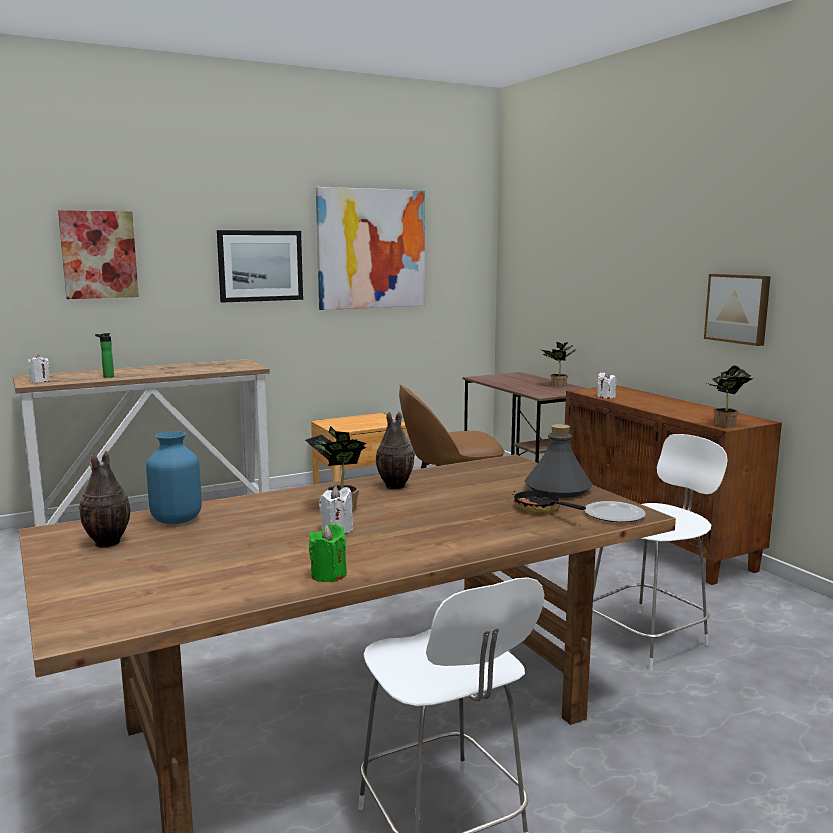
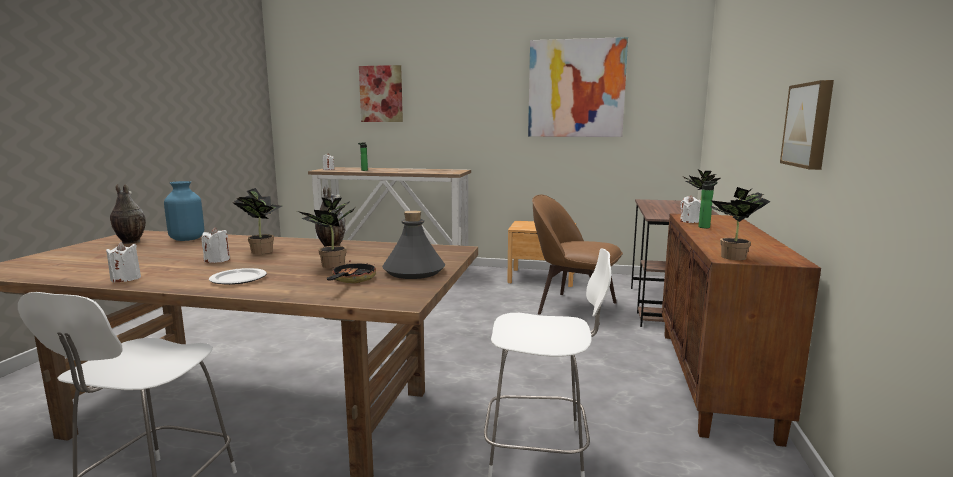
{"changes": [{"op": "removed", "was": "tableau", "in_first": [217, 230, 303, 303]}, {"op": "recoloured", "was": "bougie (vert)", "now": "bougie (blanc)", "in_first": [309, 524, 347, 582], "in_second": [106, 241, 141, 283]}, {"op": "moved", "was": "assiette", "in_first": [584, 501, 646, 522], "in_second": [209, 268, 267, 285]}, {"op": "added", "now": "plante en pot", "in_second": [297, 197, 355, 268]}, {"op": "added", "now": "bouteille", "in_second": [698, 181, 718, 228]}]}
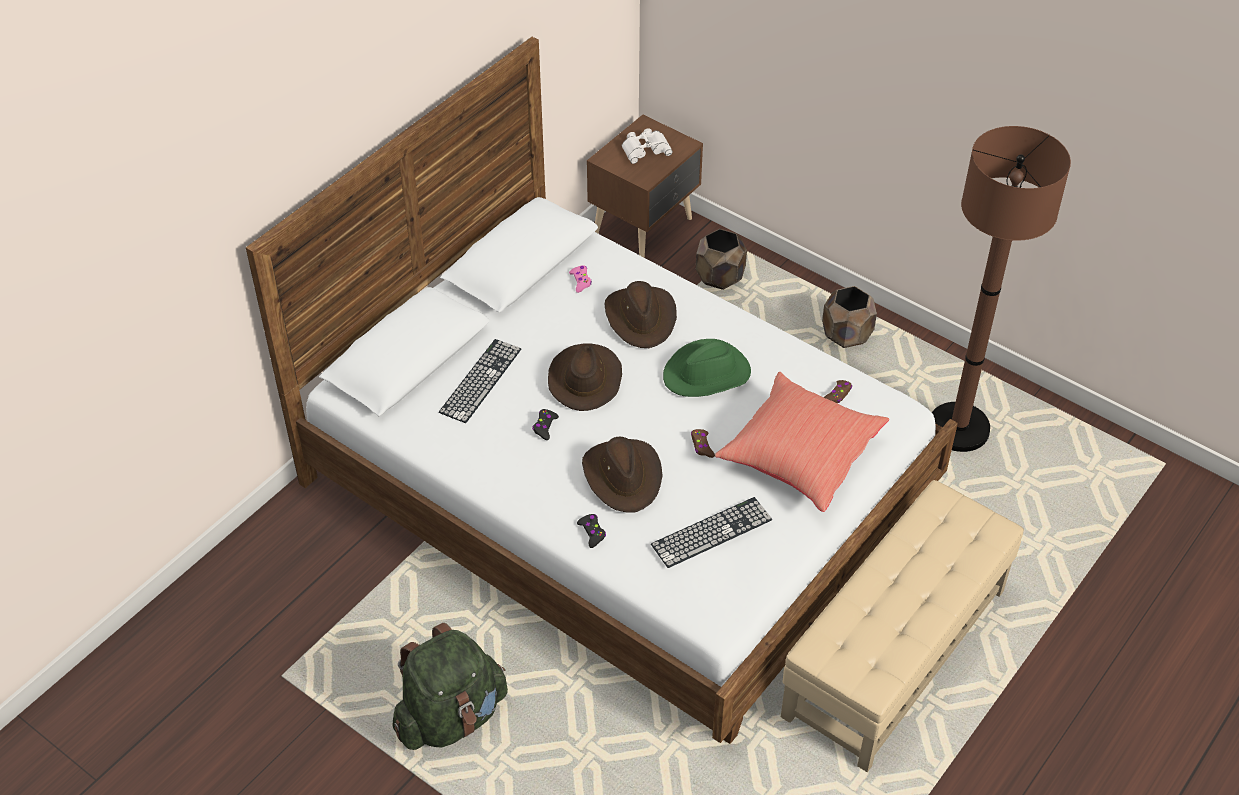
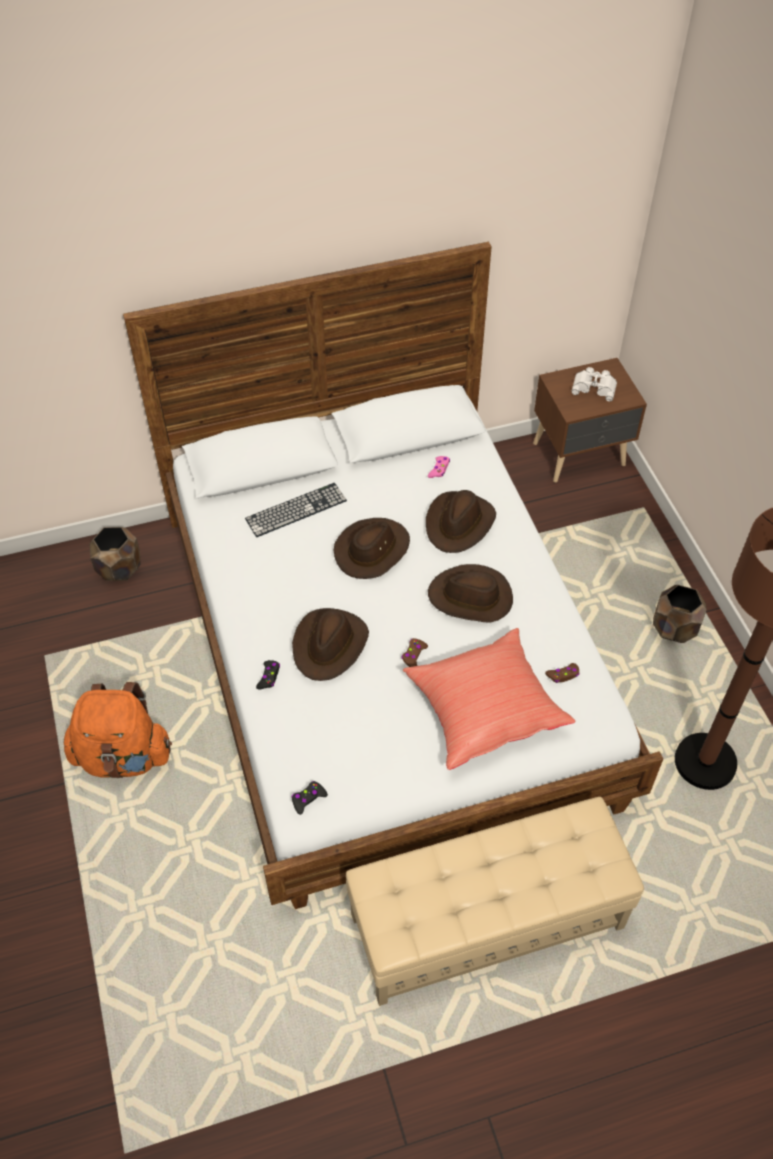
{"changes": [{"op": "recoloured", "was": "sac à dos (vert)", "now": "sac à dos (orange)", "in_first": [392, 623, 508, 750], "in_second": [64, 682, 172, 778]}, {"op": "moved", "was": "manette (noir)", "in_first": [532, 409, 559, 440], "in_second": [291, 781, 328, 815]}, {"op": "removed", "was": "clavier", "in_first": [651, 497, 772, 568]}, {"op": "recoloured", "was": "chapeau (vert)", "now": "chapeau (marron)", "in_first": [663, 339, 751, 397], "in_second": [428, 564, 513, 623]}, {"op": "moved", "was": "cache-pot (marron)", "in_first": [696, 229, 747, 290], "in_second": [89, 527, 141, 581]}]}
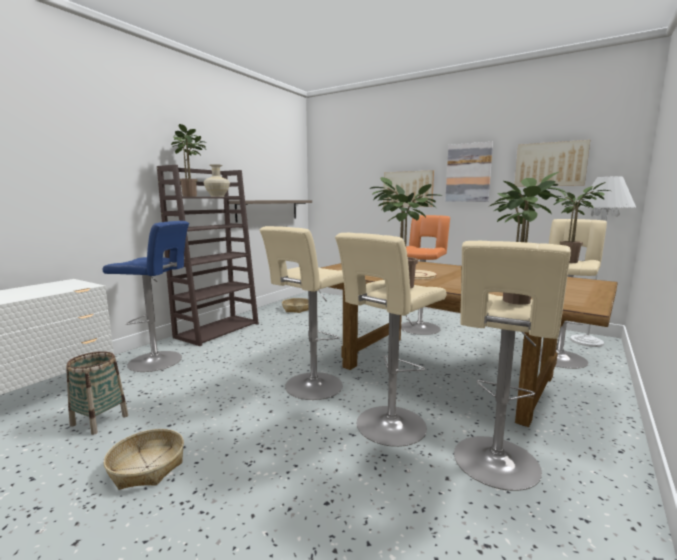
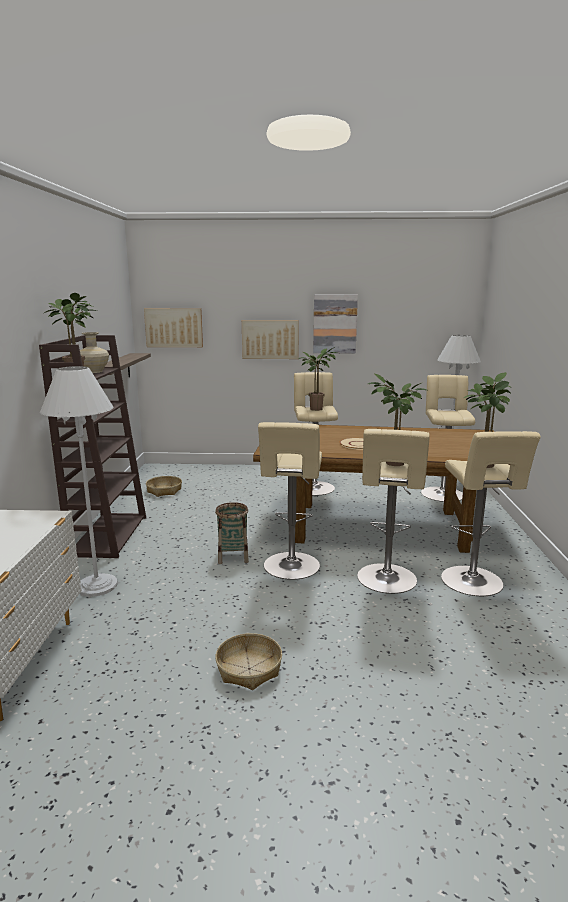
{"changes": [{"op": "moved", "was": "panier", "in_first": [66, 351, 128, 435], "in_second": [215, 502, 249, 564]}, {"op": "replaced", "was": "tabouret (bleu)", "now": "lampadaire (blanc)", "in_first": [102, 221, 189, 372], "in_second": [40, 366, 118, 597]}, {"op": "recoloured", "was": "tabouret (orange)", "now": "tabouret (beige)", "in_first": [401, 215, 450, 335], "in_second": [294, 372, 338, 496]}, {"op": "moved", "was": "tableau", "in_first": [515, 140, 590, 186], "in_second": [144, 308, 203, 347]}, {"op": "moved", "was": "plante en pot", "in_first": [550, 182, 610, 263], "in_second": [298, 347, 338, 411]}]}
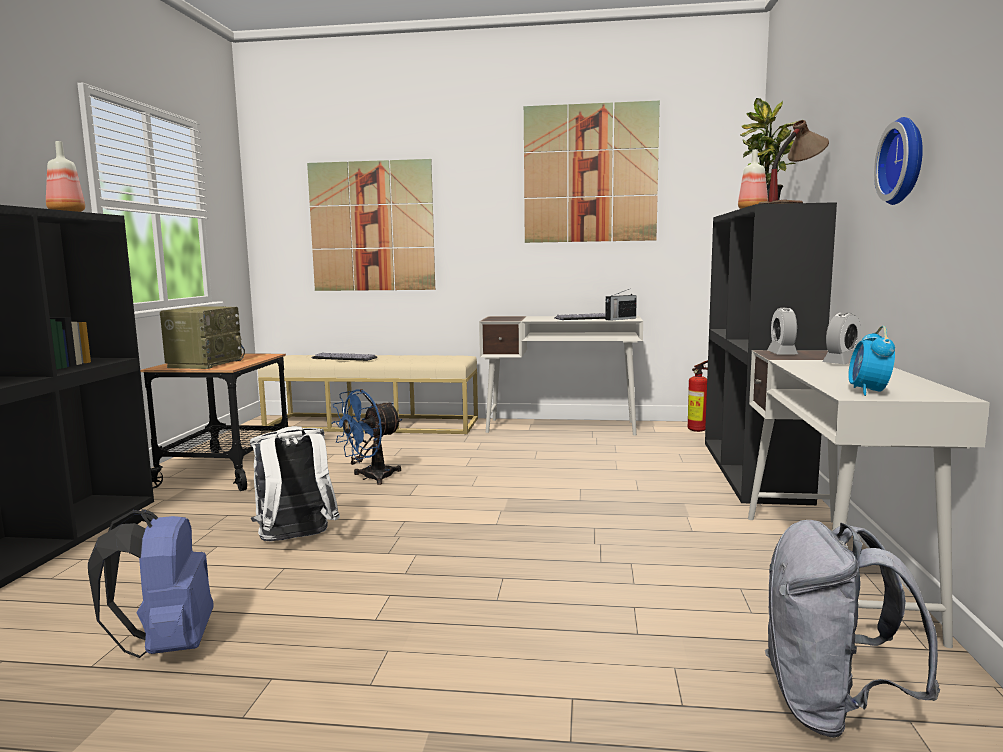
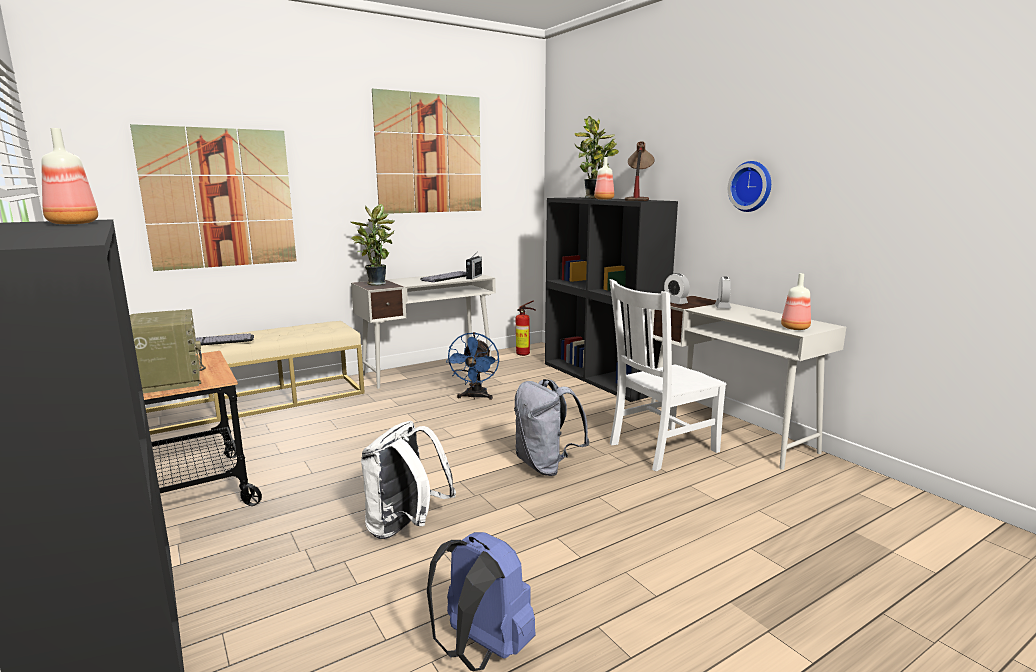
{"changes": [{"op": "moved", "was": "ventilateur (bleu)", "in_first": [331, 389, 402, 485], "in_second": [446, 332, 499, 400]}, {"op": "moved", "was": "sac à dos (gris)", "in_first": [765, 520, 940, 738], "in_second": [514, 379, 590, 476]}, {"op": "replaced", "was": "réveil", "now": "bouteille", "in_first": [848, 326, 895, 396], "in_second": [781, 273, 811, 330]}, {"op": "added", "now": "plante en pot", "in_second": [351, 204, 395, 285]}, {"op": "added", "now": "chaise (blanc)", "in_second": [610, 279, 726, 472]}]}
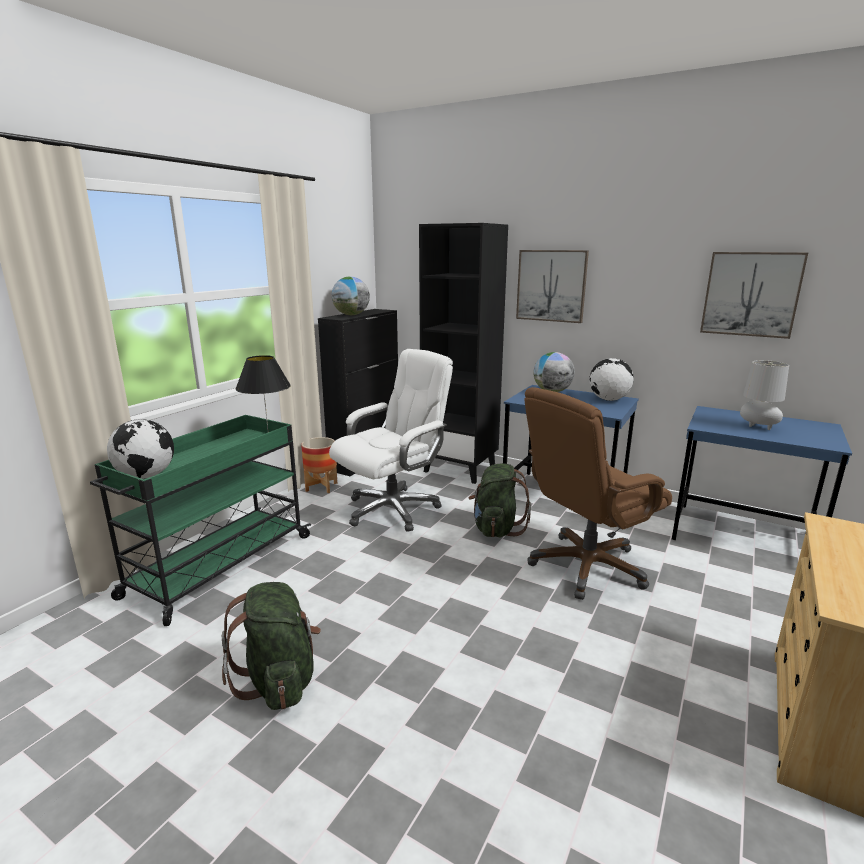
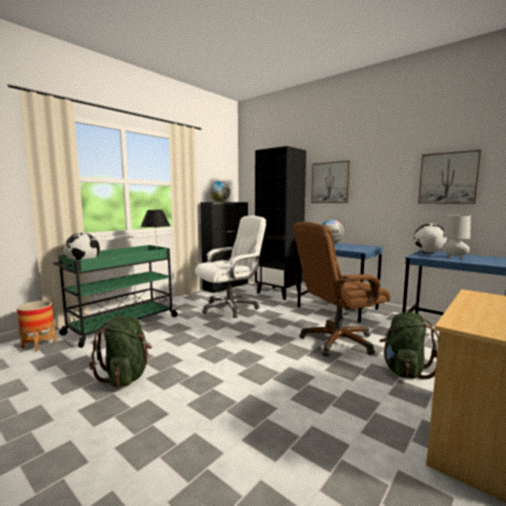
{"changes": [{"op": "moved", "was": "cache-pot", "in_first": [301, 437, 337, 493], "in_second": [17, 301, 57, 351]}, {"op": "moved", "was": "sac à dos (vert)", "in_first": [469, 463, 531, 537], "in_second": [379, 312, 439, 379]}, {"op": "moved", "was": "globe", "in_first": [589, 358, 634, 401], "in_second": [414, 223, 447, 253]}]}
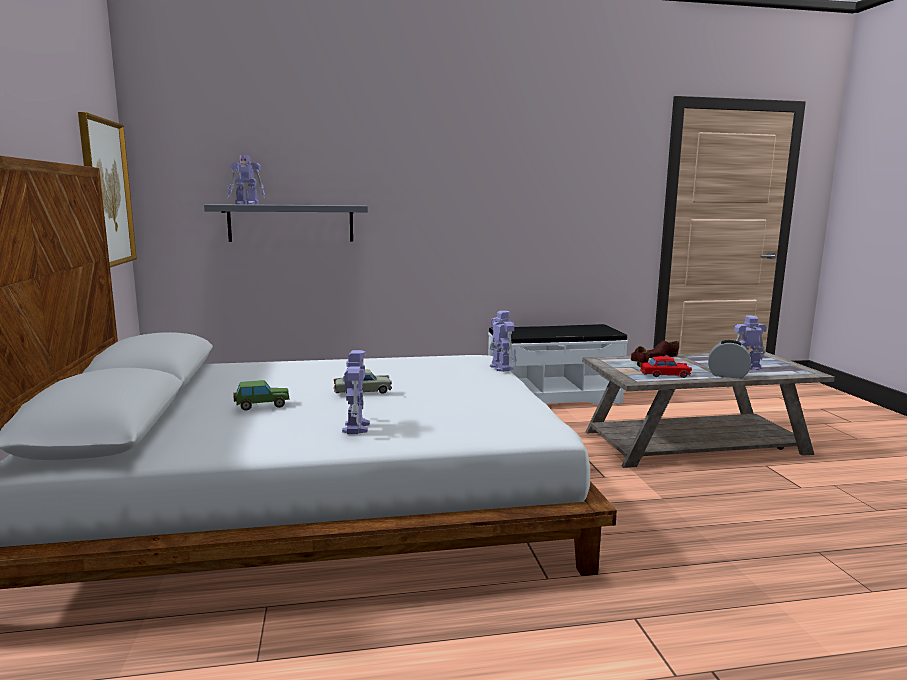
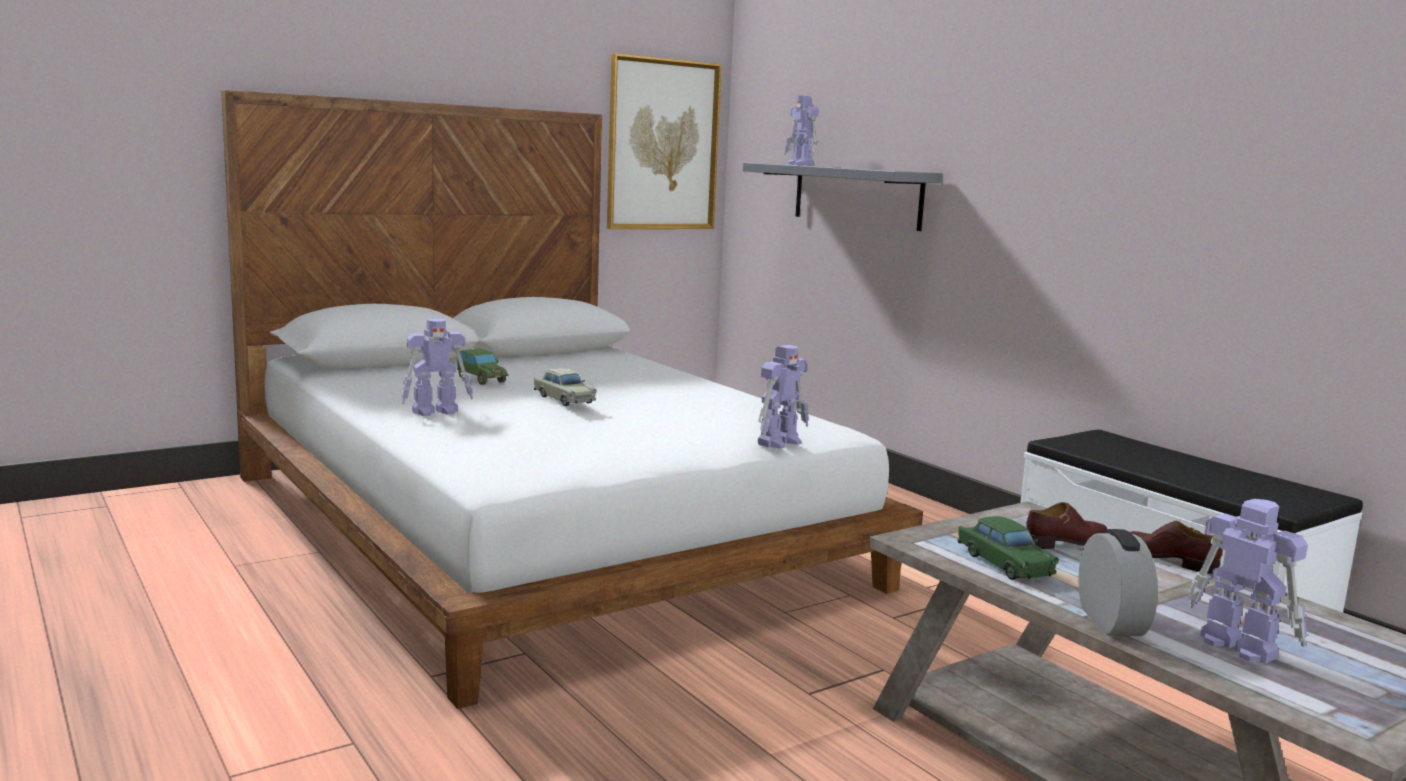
{"changes": [{"op": "recoloured", "was": "petite voiture (rouge)", "now": "petite voiture (vert)", "in_first": [640, 356, 692, 378], "in_second": [957, 516, 1059, 580]}]}
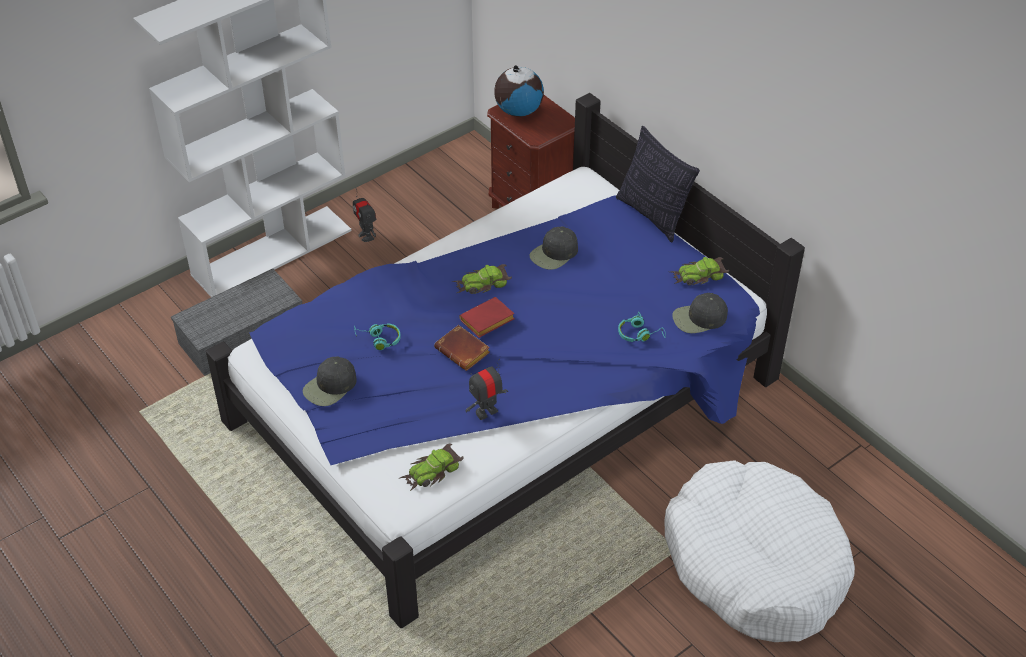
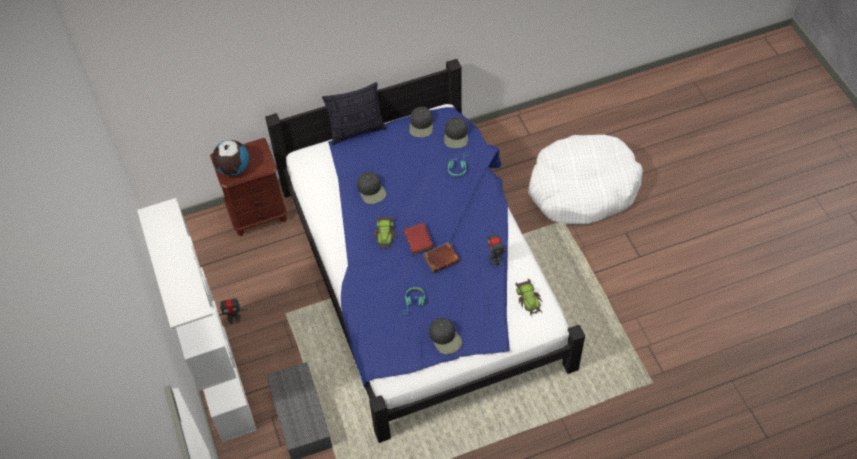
{"changes": [{"op": "replaced", "was": "petite voiture", "now": "casquette (noir)", "in_first": [671, 257, 729, 285], "in_second": [409, 107, 433, 137]}]}
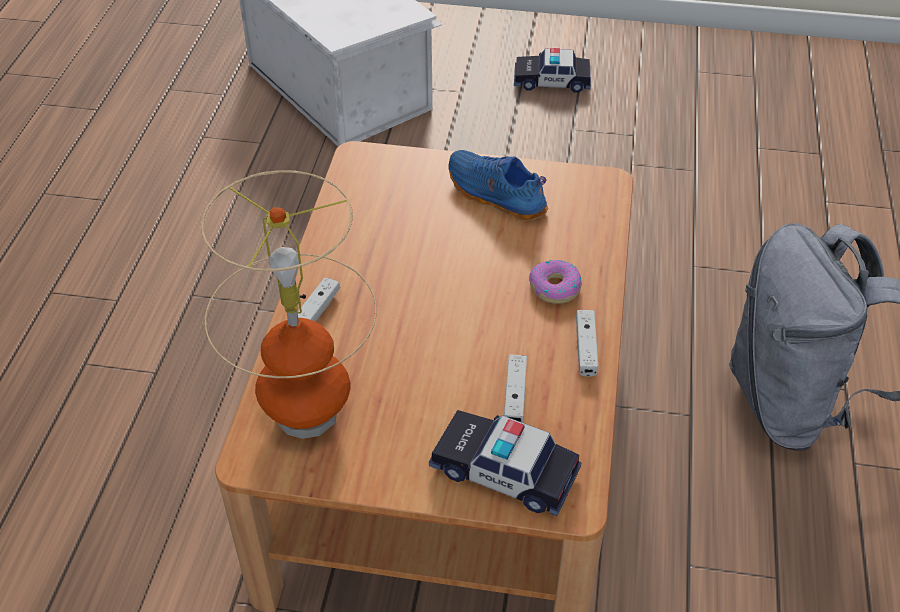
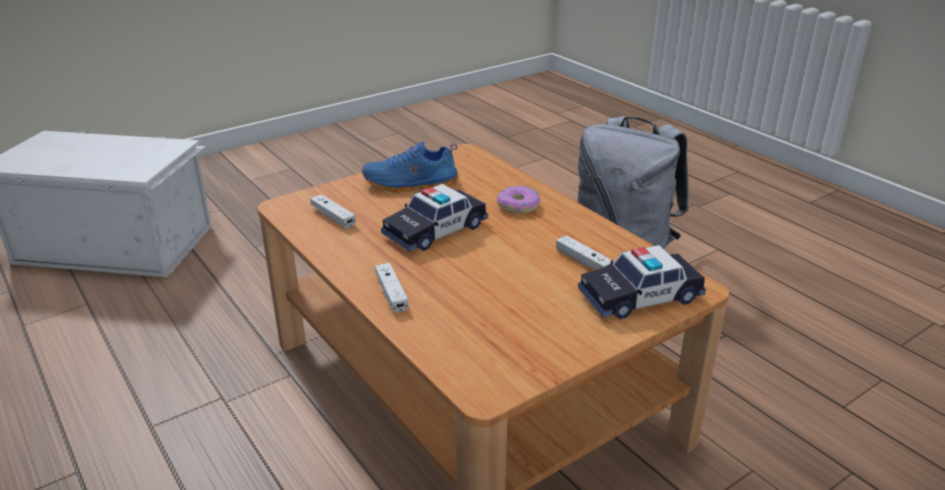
{"changes": [{"op": "removed", "was": "lampe de table", "in_first": [201, 170, 377, 439]}, {"op": "moved", "was": "petite voiture", "in_first": [514, 48, 591, 93], "in_second": [381, 184, 488, 252]}, {"op": "moved", "was": "manette (blanc)", "in_first": [576, 310, 598, 377], "in_second": [310, 194, 356, 228]}]}
